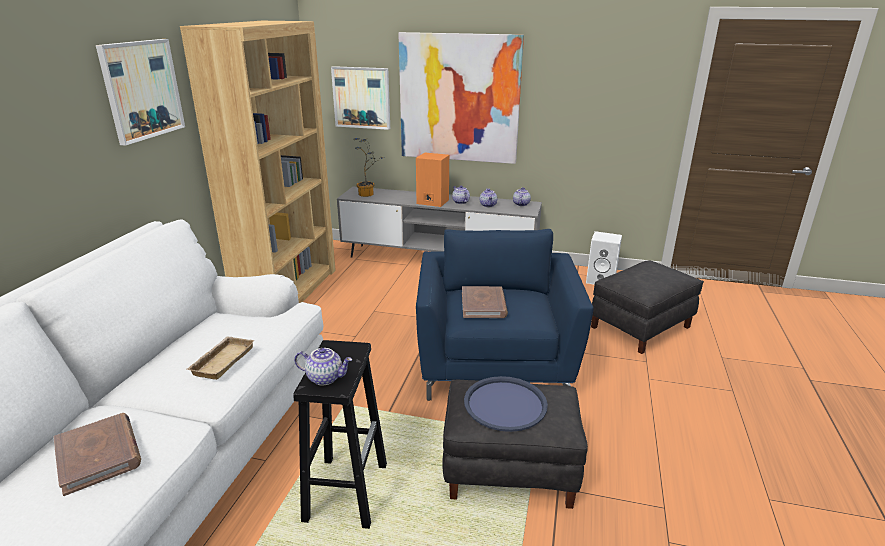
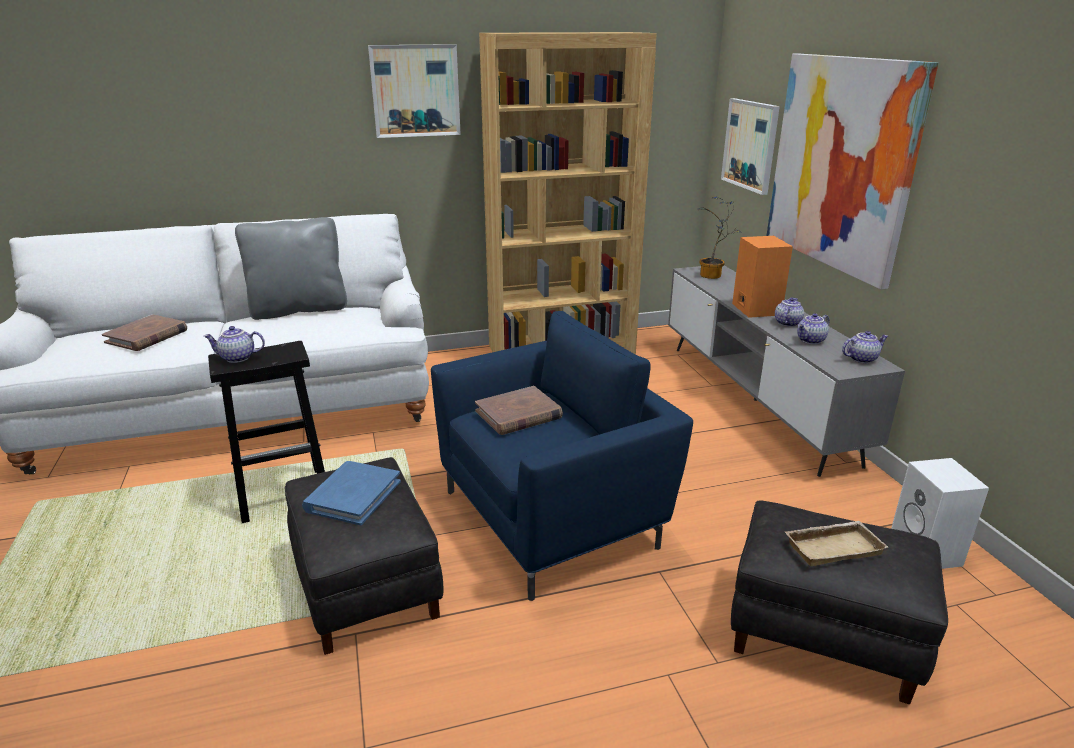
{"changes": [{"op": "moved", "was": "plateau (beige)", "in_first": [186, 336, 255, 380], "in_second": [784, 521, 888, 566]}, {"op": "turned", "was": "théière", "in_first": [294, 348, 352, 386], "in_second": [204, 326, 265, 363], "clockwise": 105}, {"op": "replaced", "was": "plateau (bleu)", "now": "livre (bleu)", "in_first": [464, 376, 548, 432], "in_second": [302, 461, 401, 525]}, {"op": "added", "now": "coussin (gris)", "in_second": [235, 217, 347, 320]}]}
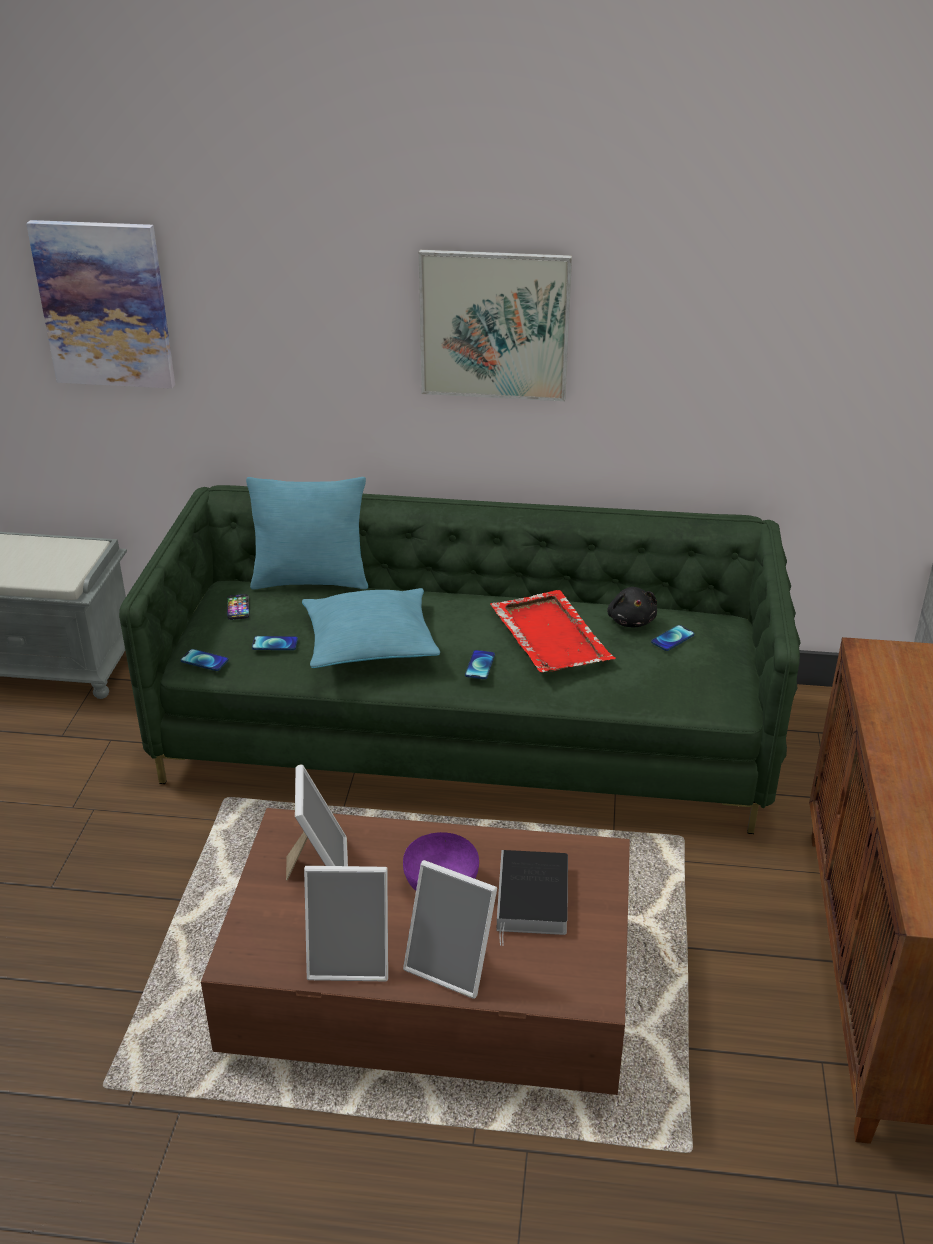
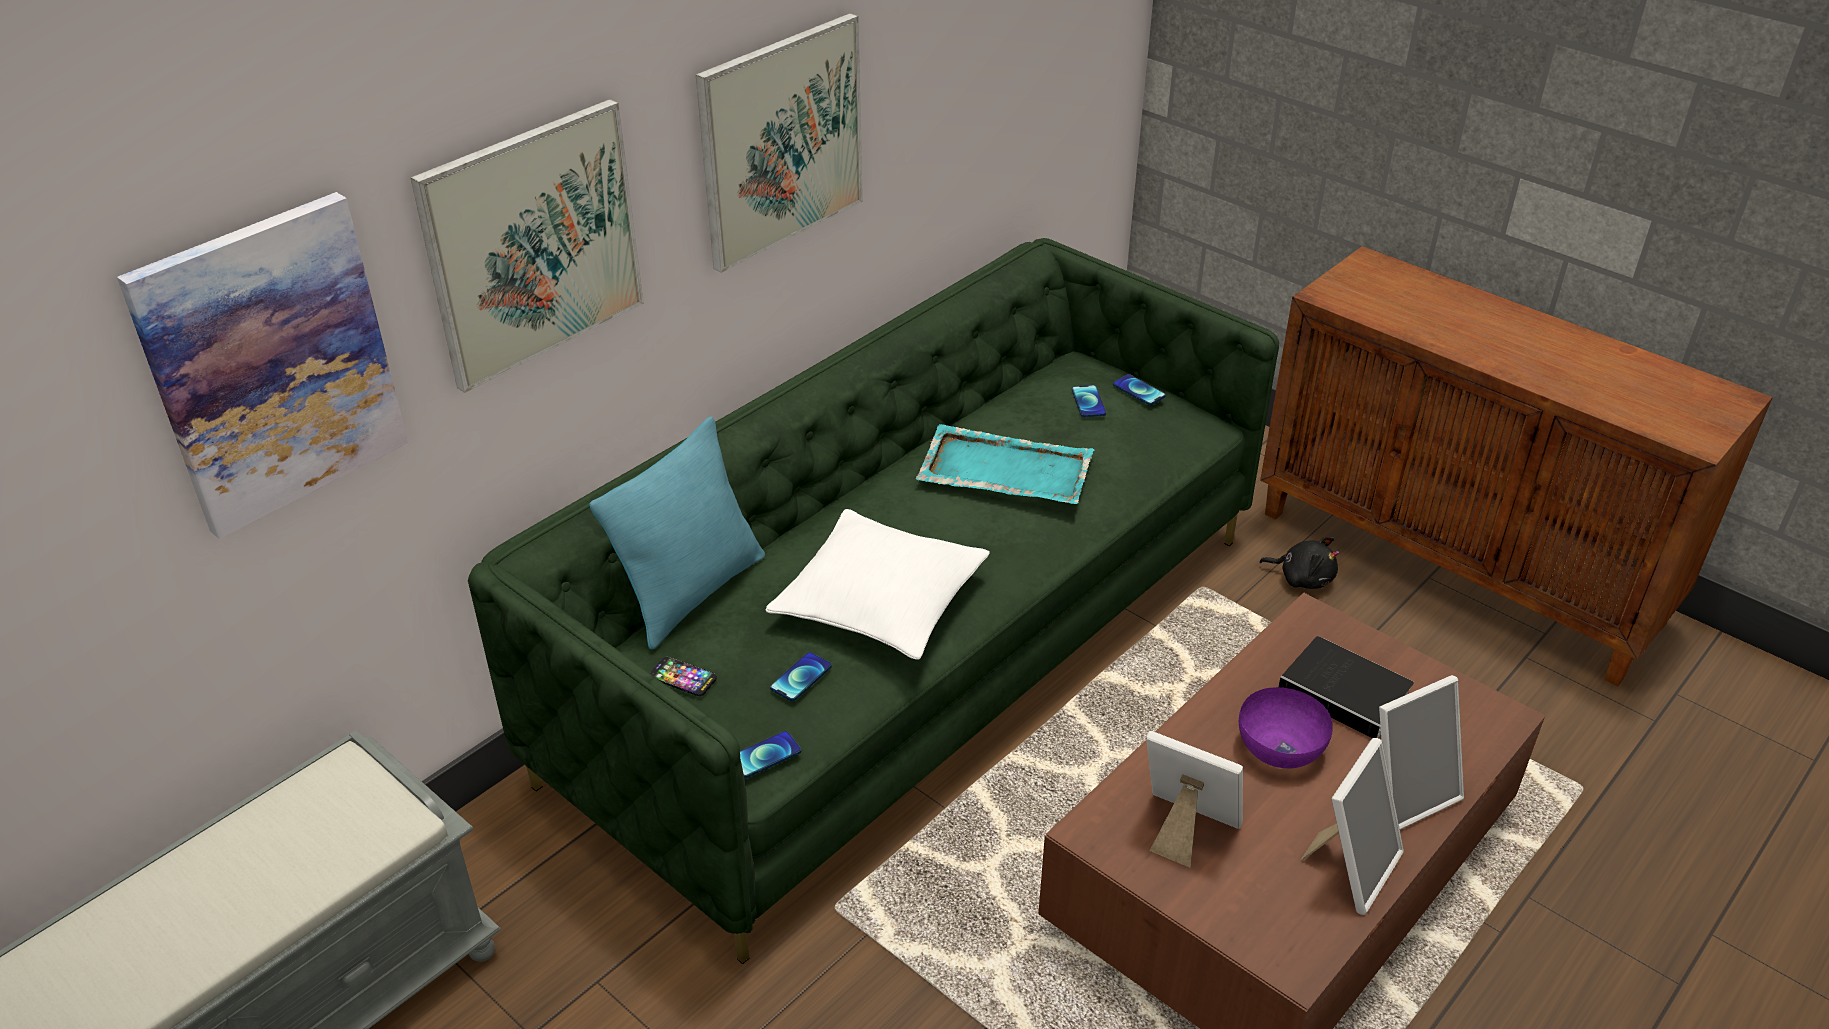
{"changes": [{"op": "recoloured", "was": "coussin (turquoise)", "now": "coussin (blanc)", "in_first": [302, 588, 440, 668], "in_second": [766, 509, 990, 660]}, {"op": "moved", "was": "téléphone", "in_first": [465, 650, 495, 679], "in_second": [1113, 374, 1166, 405]}, {"op": "recoloured", "was": "plateau (rouge)", "now": "plateau (turquoise)", "in_first": [490, 590, 616, 672], "in_second": [916, 424, 1094, 504]}, {"op": "moved", "was": "peluche (noir)", "in_first": [607, 587, 657, 627], "in_second": [1259, 537, 1339, 589]}, {"op": "added", "now": "tableau", "in_second": [410, 99, 644, 393]}]}
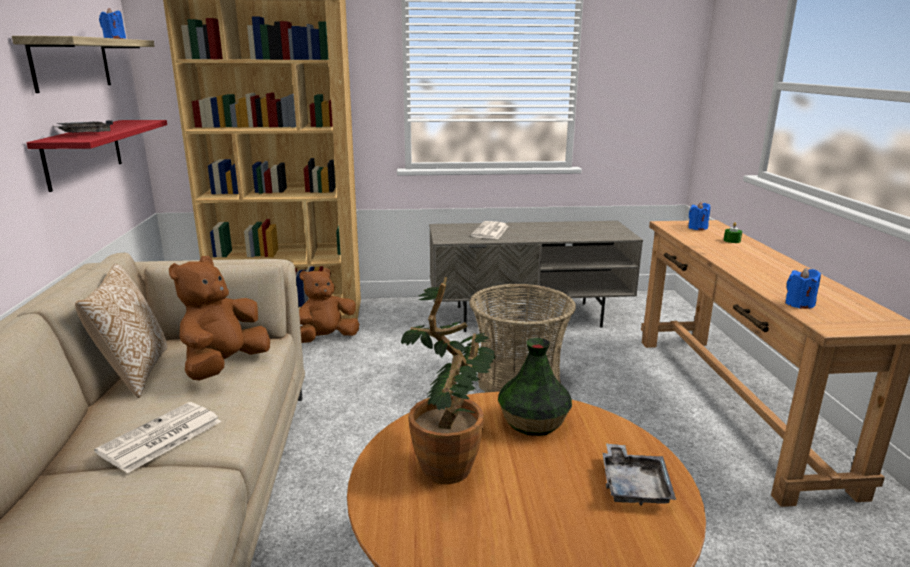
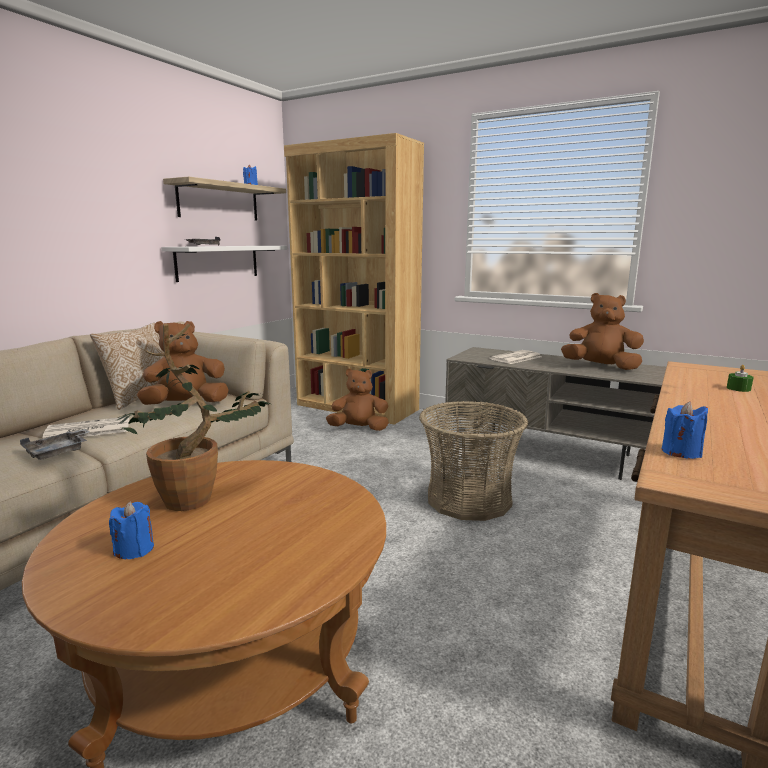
{"changes": [{"op": "recoloured", "was": "étagère (rouge)", "now": "étagère (blanc)", "in_first": [27, 120, 167, 192], "in_second": [161, 246, 287, 282]}, {"op": "removed", "was": "vase", "in_first": [498, 338, 572, 436]}, {"op": "moved", "was": "plateau (gris)", "in_first": [602, 443, 676, 506], "in_second": [20, 429, 89, 460]}, {"op": "moved", "was": "bougie (bleu)", "in_first": [688, 202, 710, 230], "in_second": [109, 501, 154, 559]}, {"op": "added", "now": "peluche (marron)", "in_second": [561, 293, 644, 370]}]}
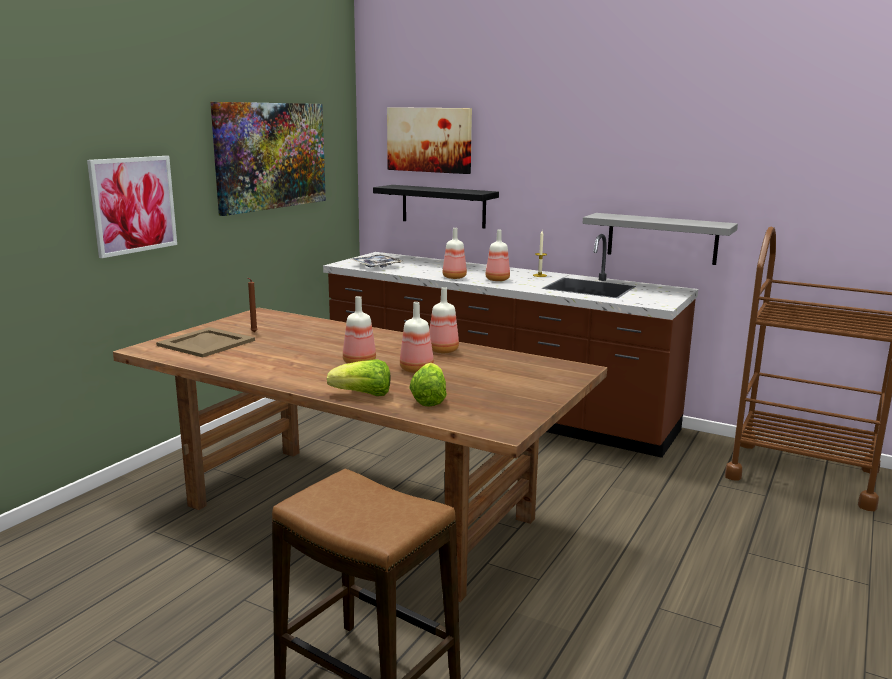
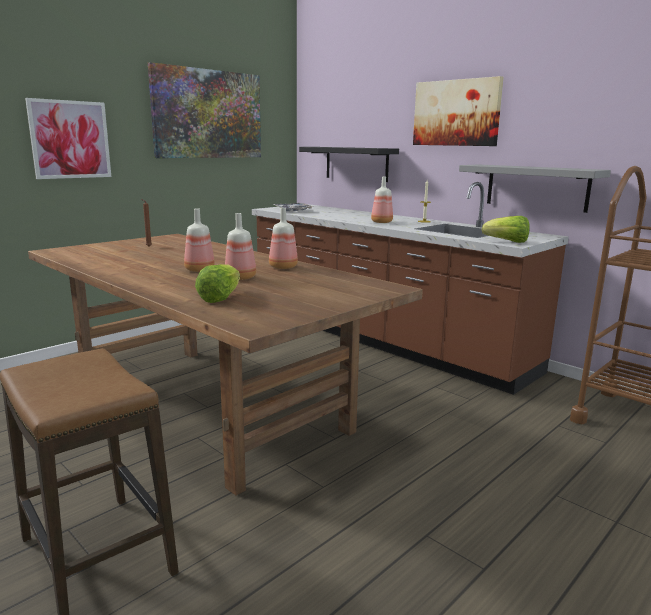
{"changes": [{"op": "removed", "was": "plateau (beige)", "in_first": [156, 327, 255, 358]}, {"op": "moved", "was": "laitue", "in_first": [327, 359, 390, 396], "in_second": [482, 216, 530, 243]}, {"op": "moved", "was": "tableau", "in_first": [387, 107, 472, 174], "in_second": [413, 76, 504, 146]}, {"op": "removed", "was": "bouteille", "in_first": [443, 228, 467, 279]}]}
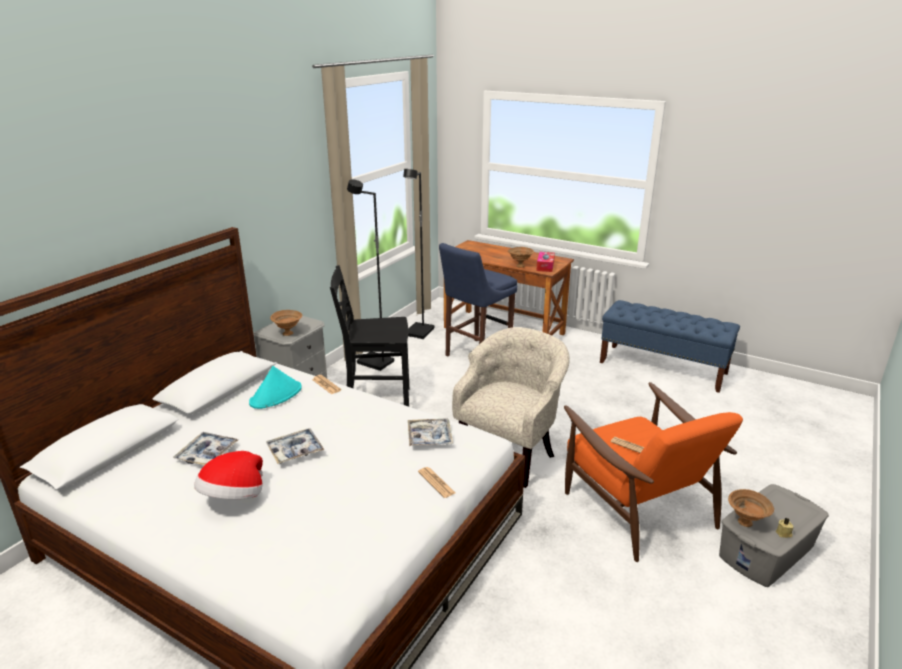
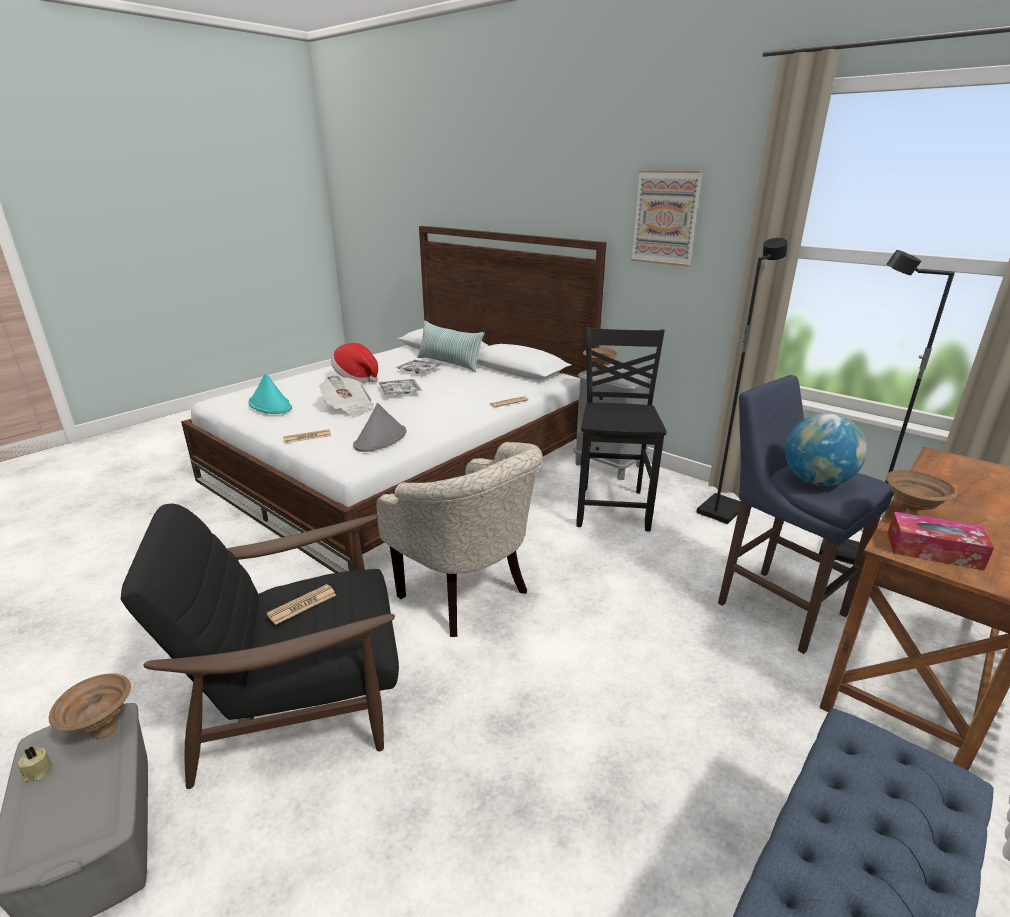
{"changes": [{"op": "moved", "was": "chapeau (turquoise)", "in_first": [249, 366, 302, 409], "in_second": [248, 373, 292, 414]}, {"op": "replaced", "was": "plateau", "now": "chapeau (gris)", "in_first": [408, 418, 453, 446], "in_second": [353, 403, 406, 452]}, {"op": "recoloured", "was": "fauteuil (orange)", "now": "fauteuil (noir)", "in_first": [564, 382, 743, 562], "in_second": [121, 504, 399, 789]}, {"op": "added", "now": "journal", "in_second": [319, 375, 374, 417]}, {"op": "added", "now": "coussin", "in_second": [417, 321, 484, 372]}, {"op": "added", "now": "tableau", "in_second": [631, 170, 703, 267]}, {"op": "added", "now": "globe", "in_second": [785, 413, 867, 486]}]}
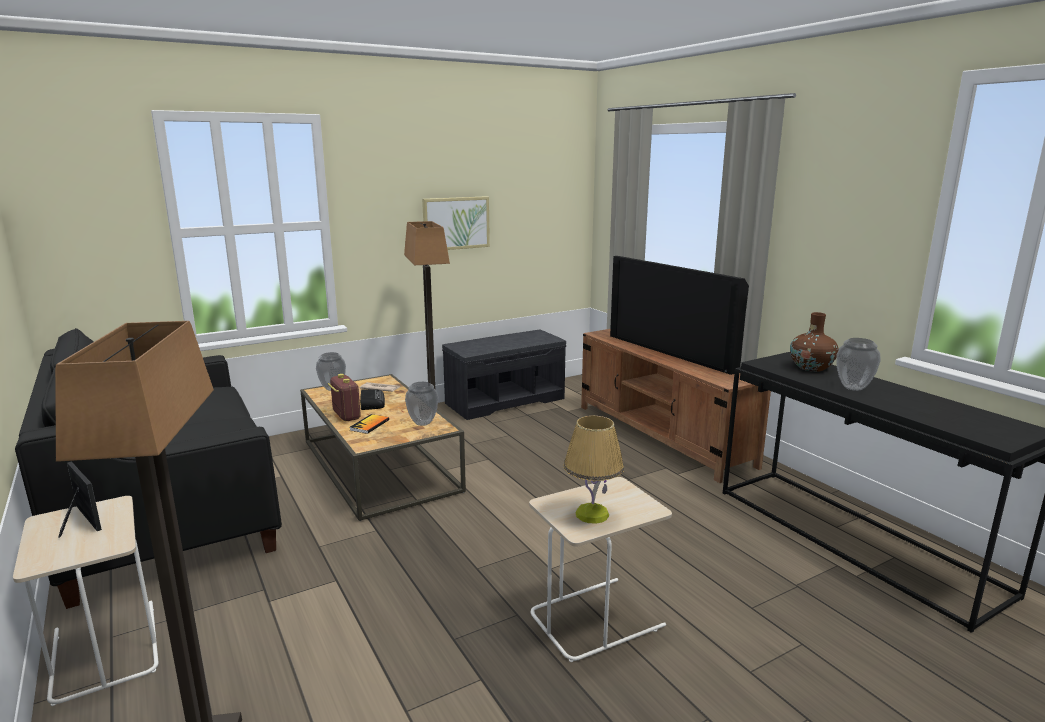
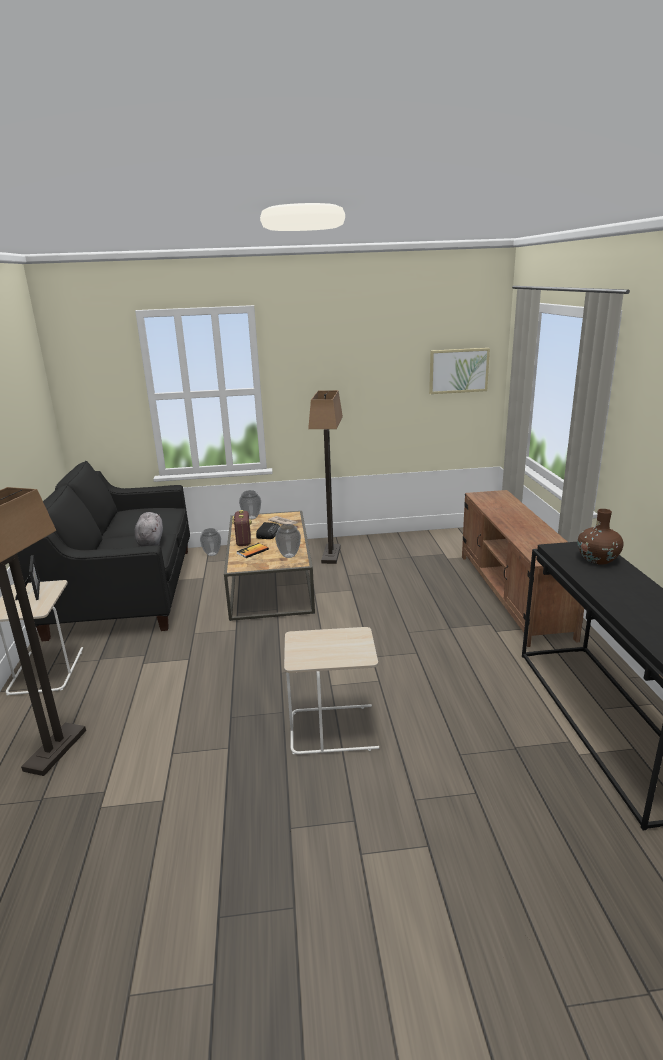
{"changes": [{"op": "moved", "was": "tableau", "in_first": [422, 196, 490, 250], "in_second": [429, 348, 490, 394]}, {"op": "removed", "was": "banc (gris)", "in_first": [442, 330, 566, 420]}, {"op": "removed", "was": "lampe de table", "in_first": [564, 416, 624, 524]}, {"op": "removed", "was": "téléviseur", "in_first": [610, 256, 749, 375]}, {"op": "moved", "was": "vase", "in_first": [836, 338, 881, 391], "in_second": [200, 528, 221, 556]}, {"op": "added", "now": "peluche (gris)", "in_second": [134, 512, 163, 547]}]}
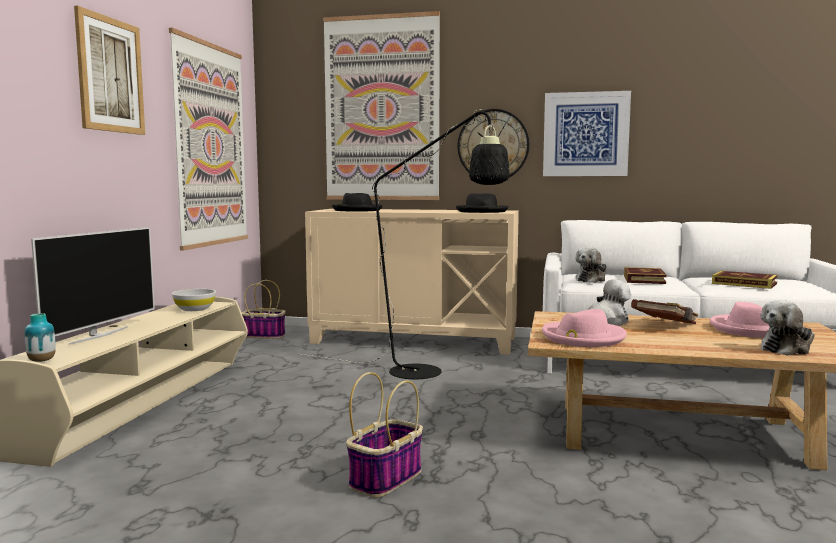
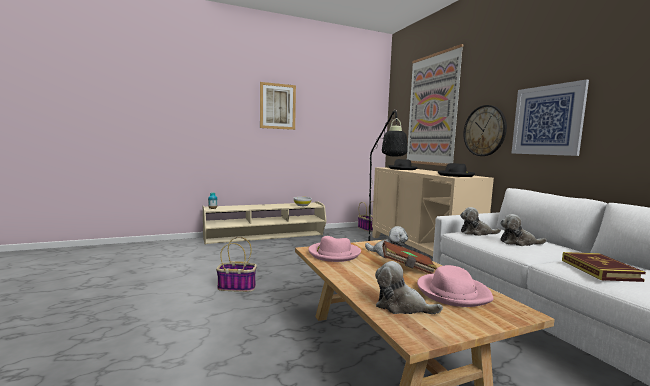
{"changes": [{"op": "removed", "was": "téléviseur", "in_first": [31, 227, 155, 345]}, {"op": "removed", "was": "tableau", "in_first": [169, 28, 248, 251]}, {"op": "replaced", "was": "livre", "now": "peluche", "in_first": [624, 267, 667, 284], "in_second": [500, 214, 547, 246]}]}
